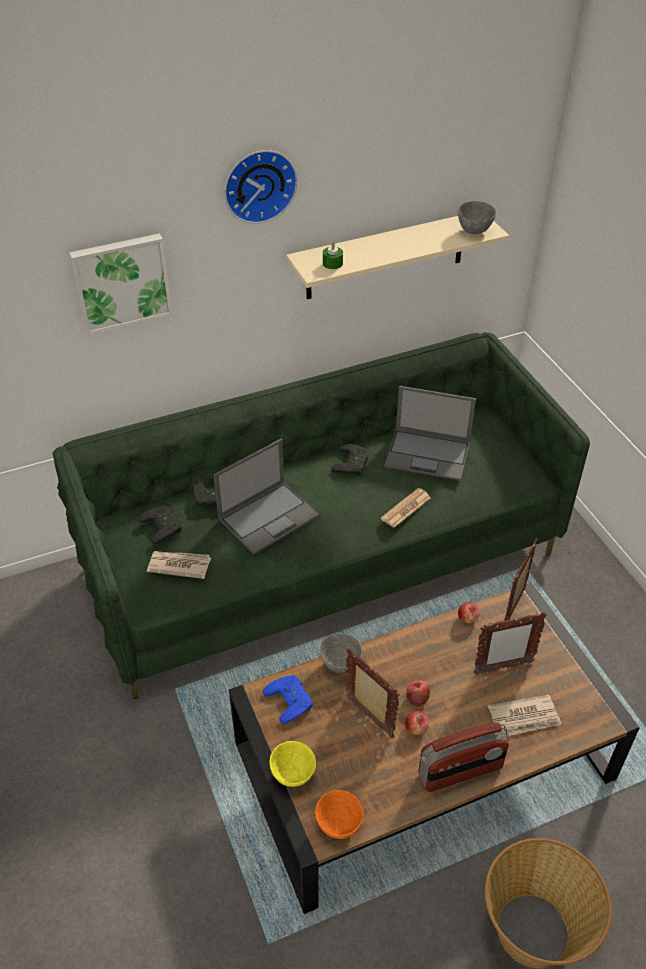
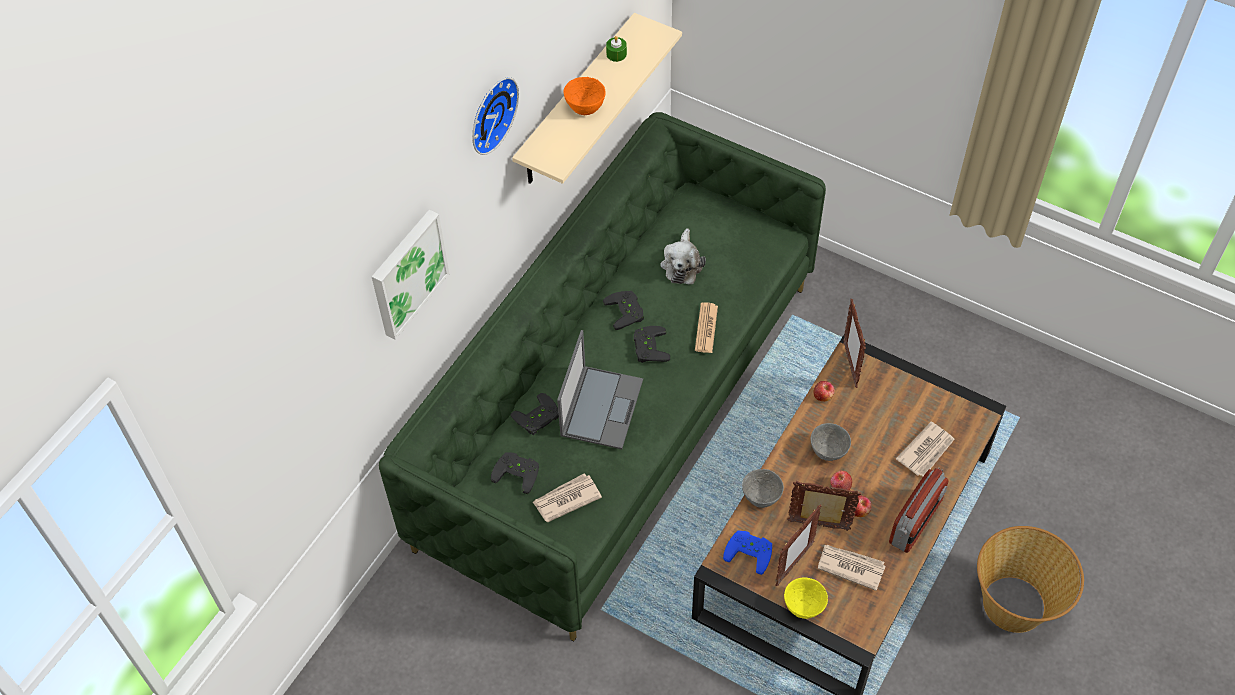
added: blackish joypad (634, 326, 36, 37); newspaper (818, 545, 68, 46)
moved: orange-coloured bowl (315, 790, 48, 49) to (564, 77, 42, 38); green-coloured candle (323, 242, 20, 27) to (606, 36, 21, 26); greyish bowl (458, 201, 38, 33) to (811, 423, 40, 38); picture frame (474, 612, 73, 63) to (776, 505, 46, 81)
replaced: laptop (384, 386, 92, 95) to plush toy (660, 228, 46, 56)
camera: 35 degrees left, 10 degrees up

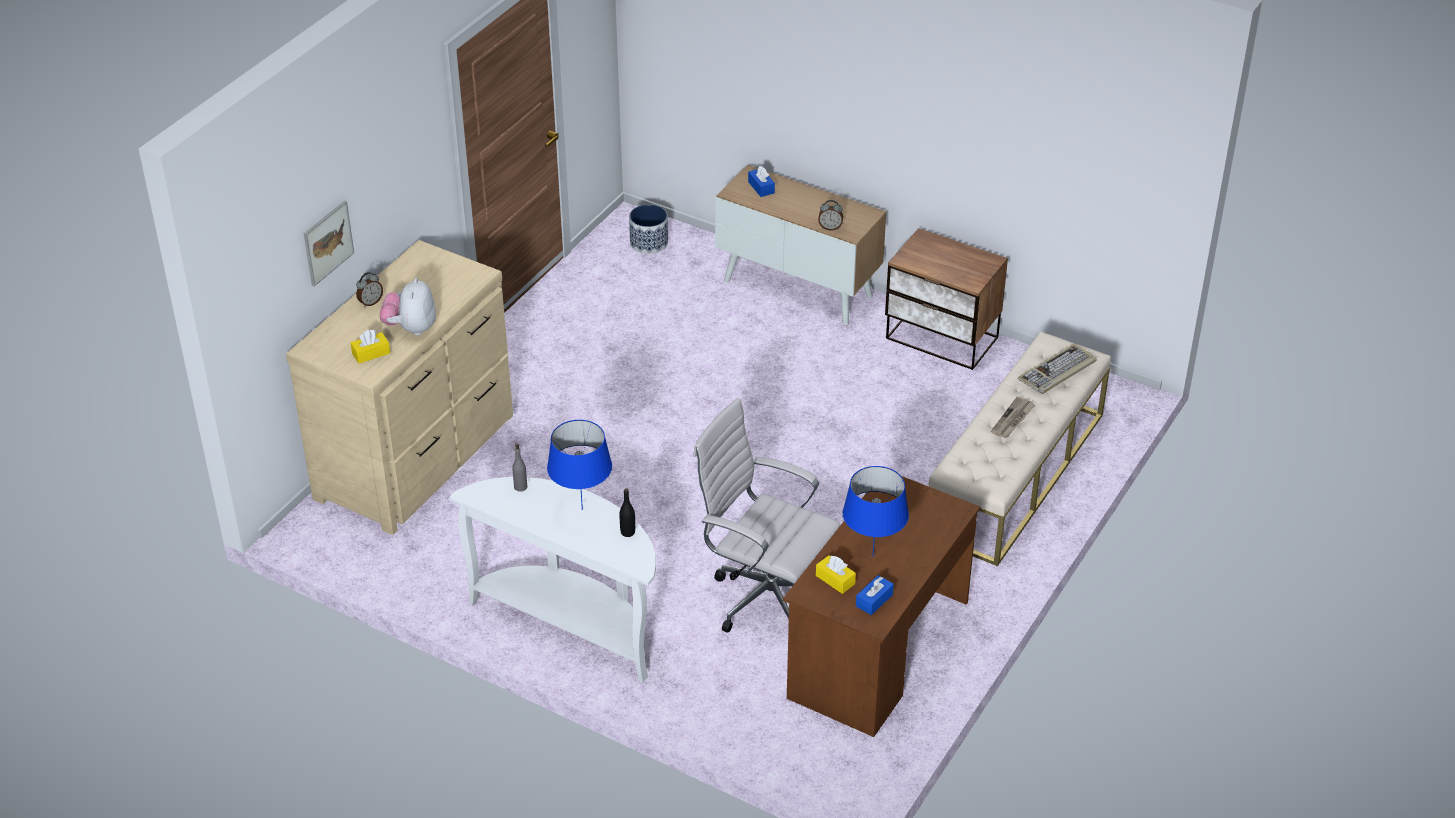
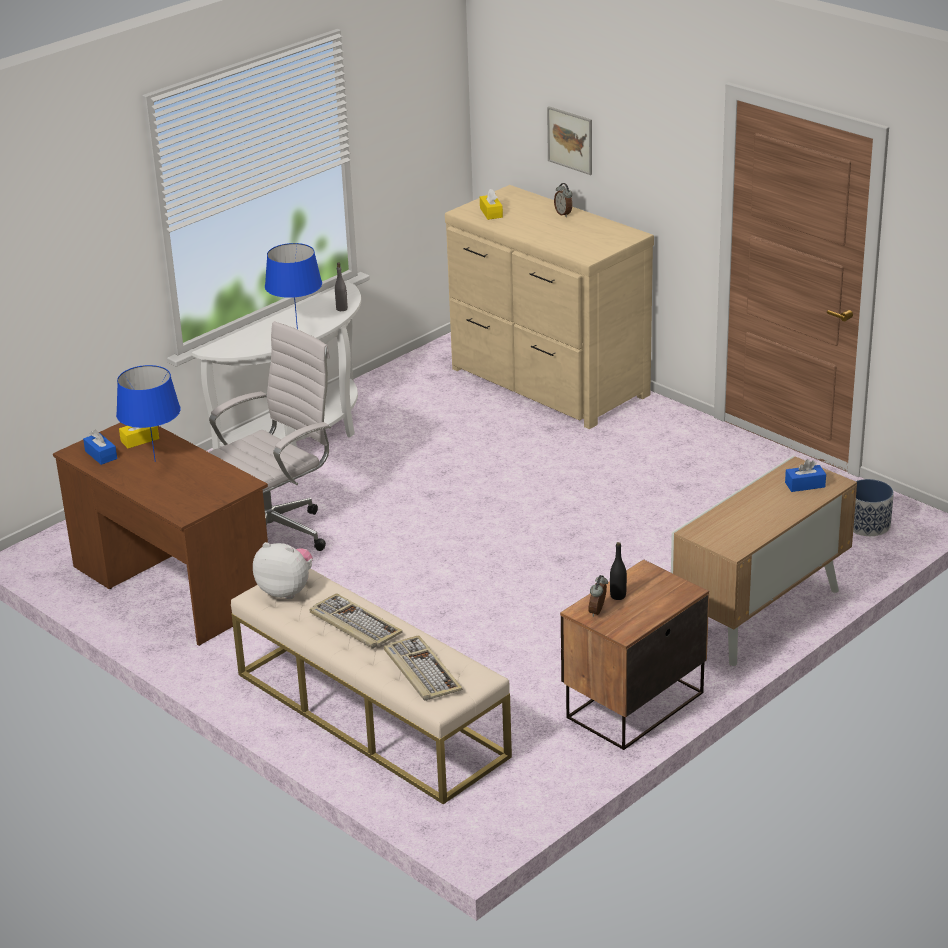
moved: plush toy (379, 278, 57, 57) to (253, 542, 60, 57); blackish bottle (619, 488, 16, 49) to (610, 542, 17, 58); alarm clock (818, 200, 25, 31) to (588, 575, 20, 42)
replaced: newspaper (991, 396, 44, 42) to keyboard (309, 593, 94, 56)
camera: 105 degrees right, 10 degrees down

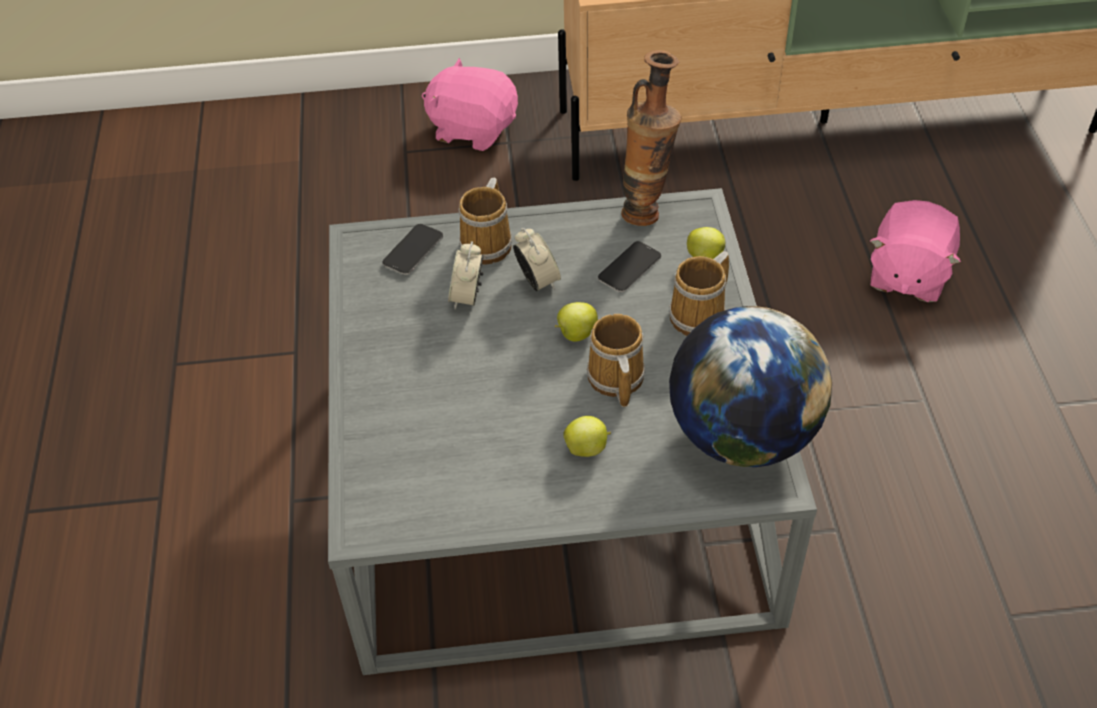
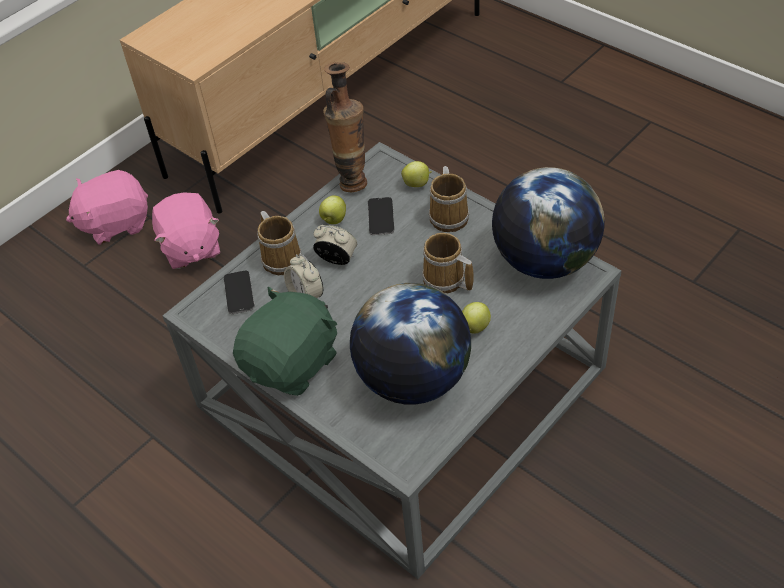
added: green-coloured plush toy (233, 287, 104, 109); world globe (350, 283, 121, 122)
moved: apple fruit (555, 302, 43, 40) to (319, 195, 27, 29); pinkish plush toy (870, 200, 91, 102) to (152, 192, 68, 77)
camera: 40 degrees left, 0 degrees up

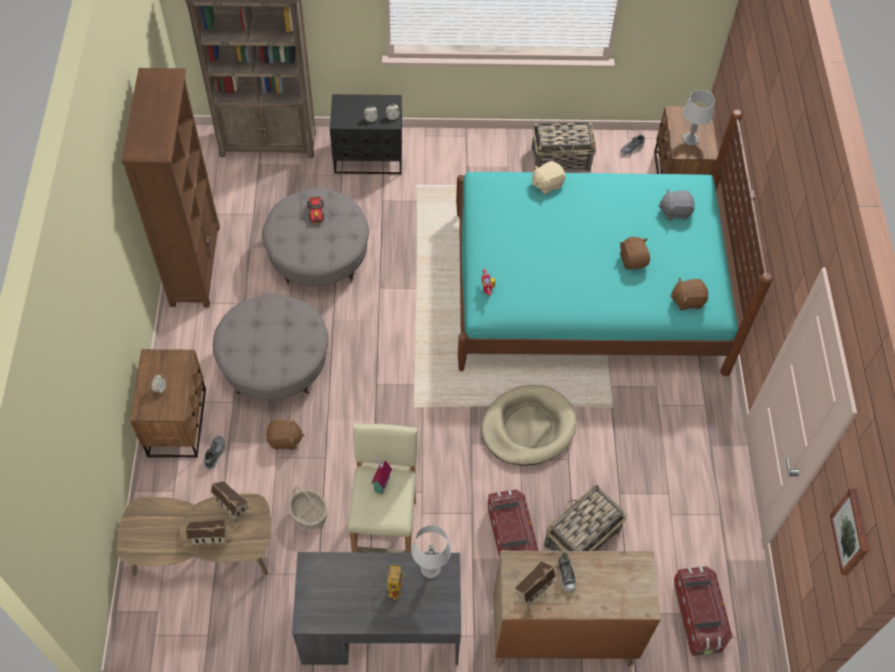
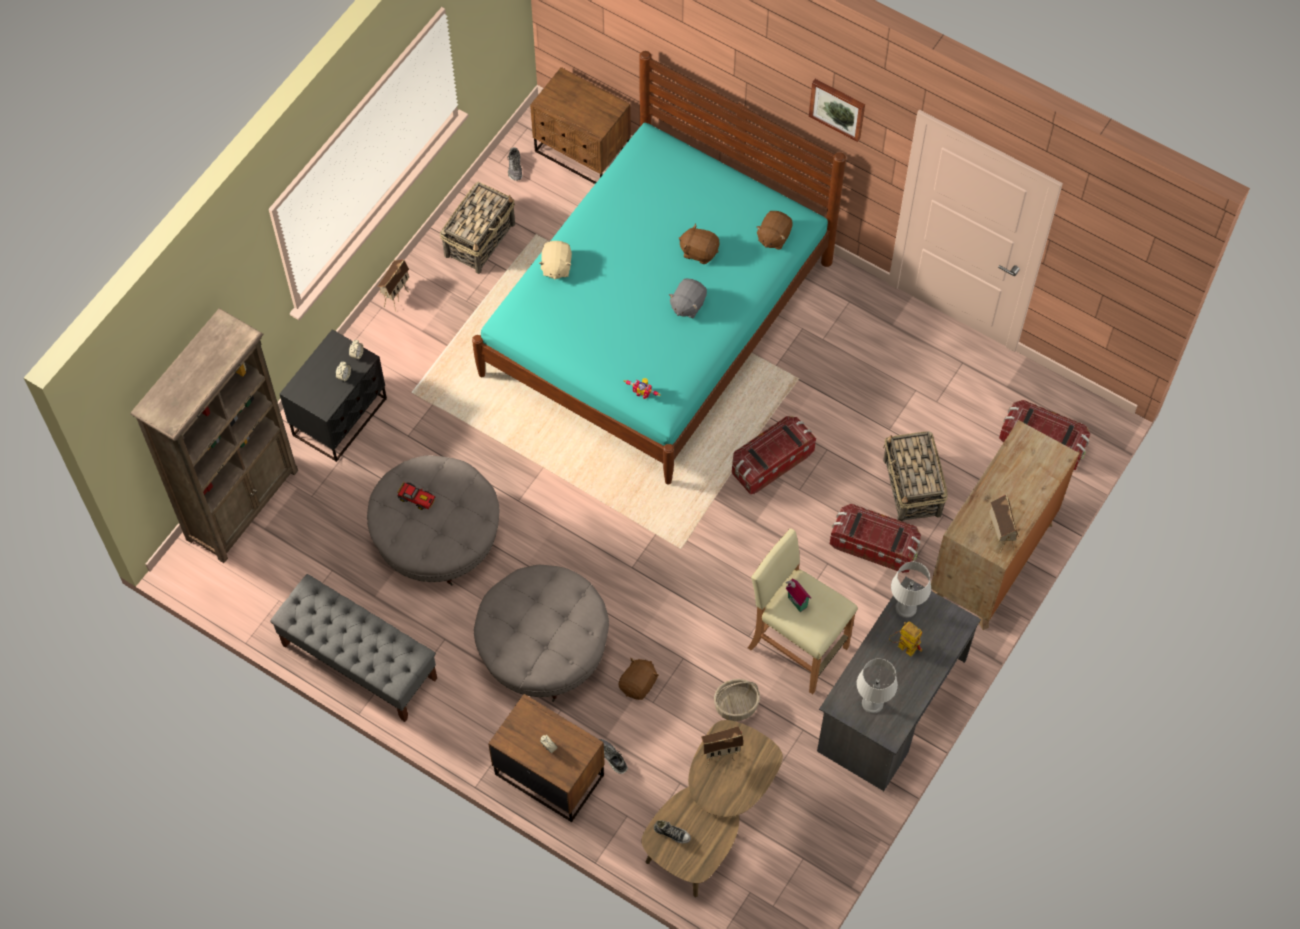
moved: miniature house (186, 519, 41, 33) to (377, 260, 32, 52); low shoe (558, 552, 18, 40) to (654, 820, 37, 24); greyish plush toy (658, 189, 37, 31) to (669, 278, 38, 40); greyish lamp for a table (683, 90, 32, 56) to (857, 658, 41, 56); wall art (830, 489, 39, 86) to (809, 79, 56, 63)
replaced: brown-coloured bookshelf (121, 68, 99, 239) to greyish long seat (270, 574, 167, 148); sand-coloured pet bed (481, 385, 96, 81) to storage container (732, 416, 84, 78)
camera: 55 degrees left, 5 degrees up

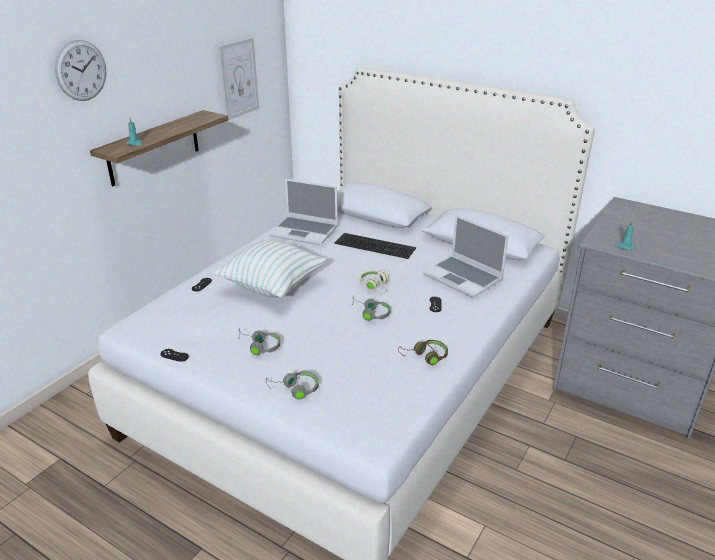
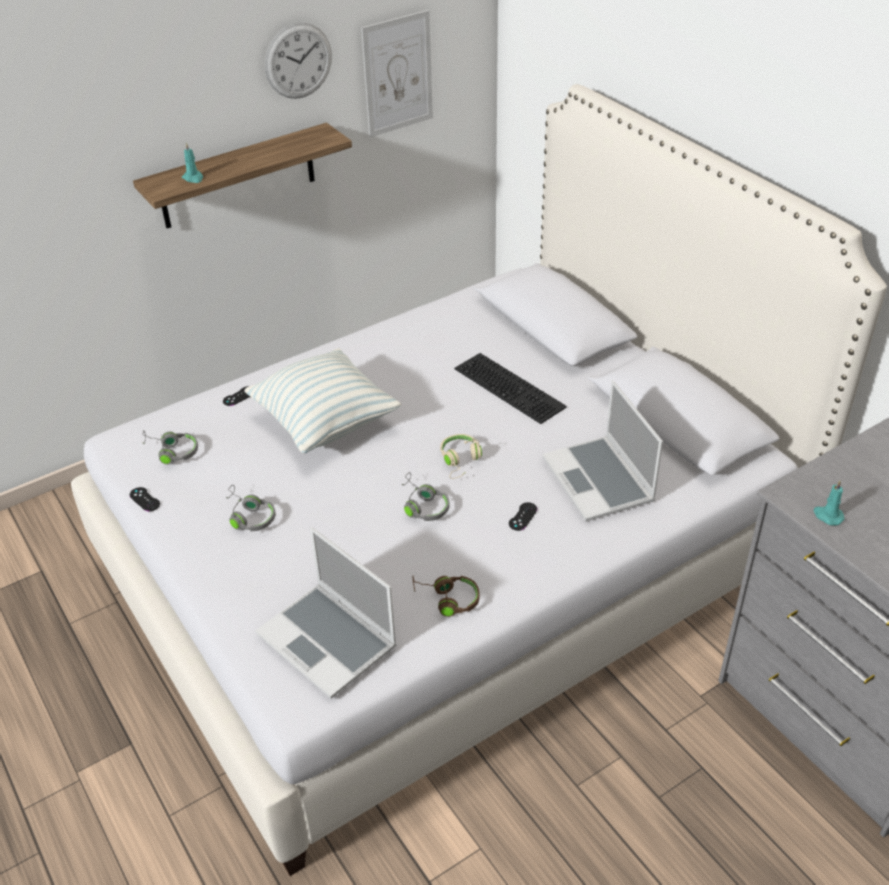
moved: wall clock (55, 40, 51, 61) to (265, 23, 67, 76); greyish headphones (266, 371, 53, 29) to (142, 430, 56, 34); laptop (269, 179, 69, 66) to (255, 527, 142, 172)
camera: 25 degrees right, 10 degrees up

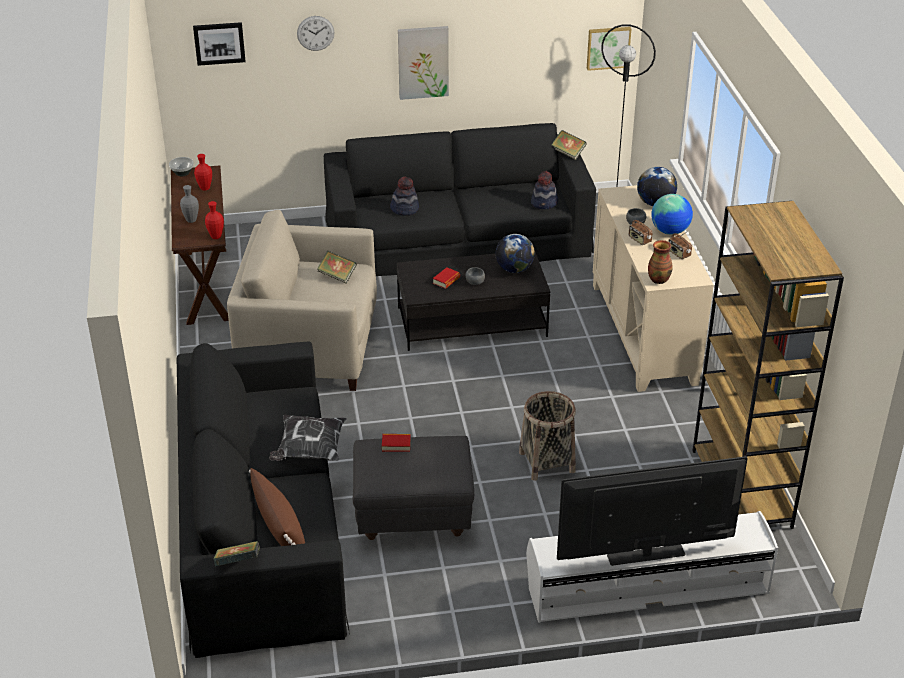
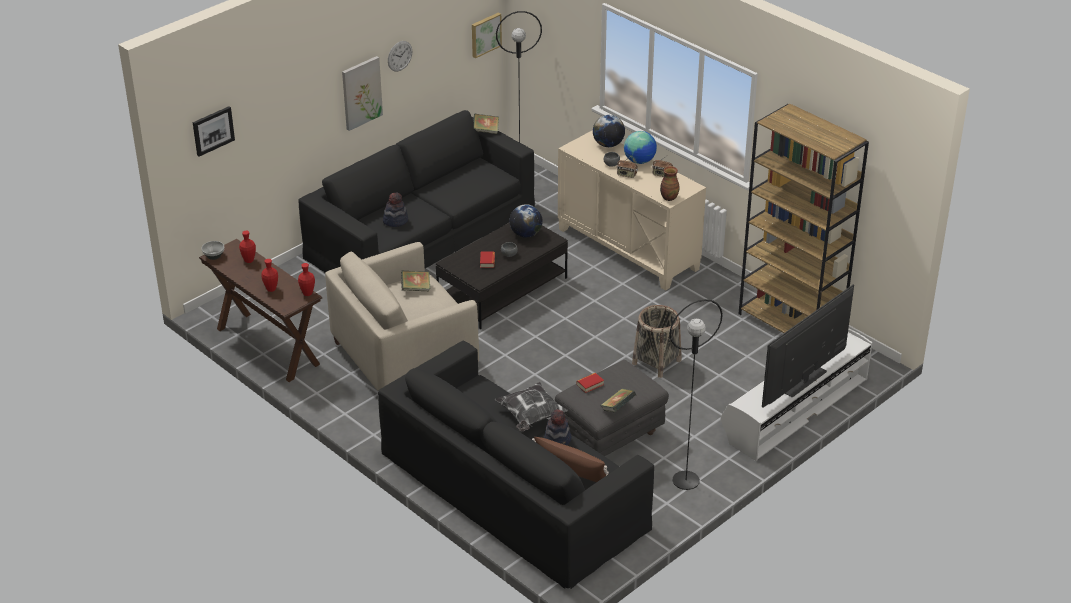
added: blackish floor lamp (670, 299, 53, 191)
moved: volume (214, 541, 46, 26) to (601, 389, 35, 24); wall clock (297, 16, 37, 35) to (388, 41, 24, 30); wearable hat (531, 171, 27, 38) to (544, 409, 27, 36)
recoloured: greyish flower vase (180, 185, 19, 38) to red flower vase (261, 259, 17, 33)
camera: 35 degrees left, 0 degrees up

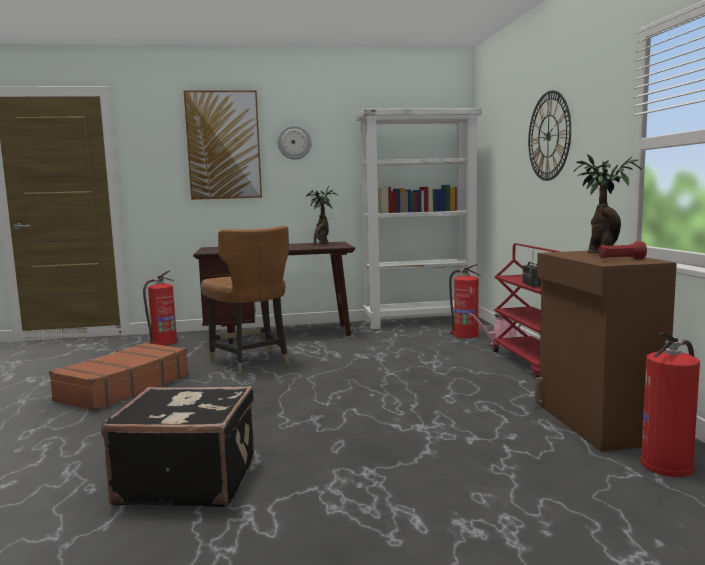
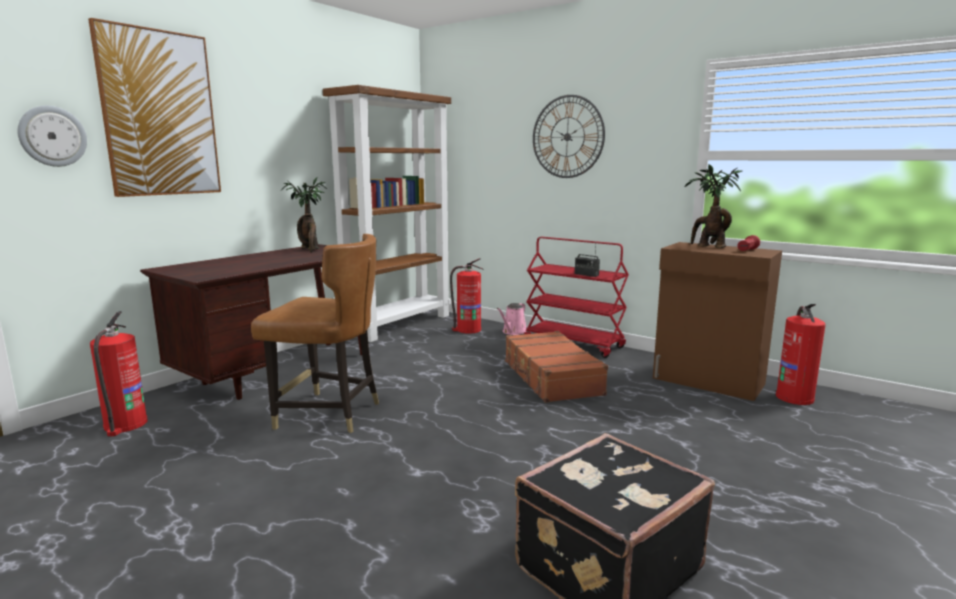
moved: brown-coloured suitcase (49, 342, 140, 69) to (504, 331, 104, 72); wall clock (278, 125, 34, 35) to (17, 106, 70, 61)
recoloured: white bookshelf (357, 108, 125, 221) to brown-coloured bookshelf (323, 85, 128, 257)
camera: 45 degrees left, 5 degrees up

